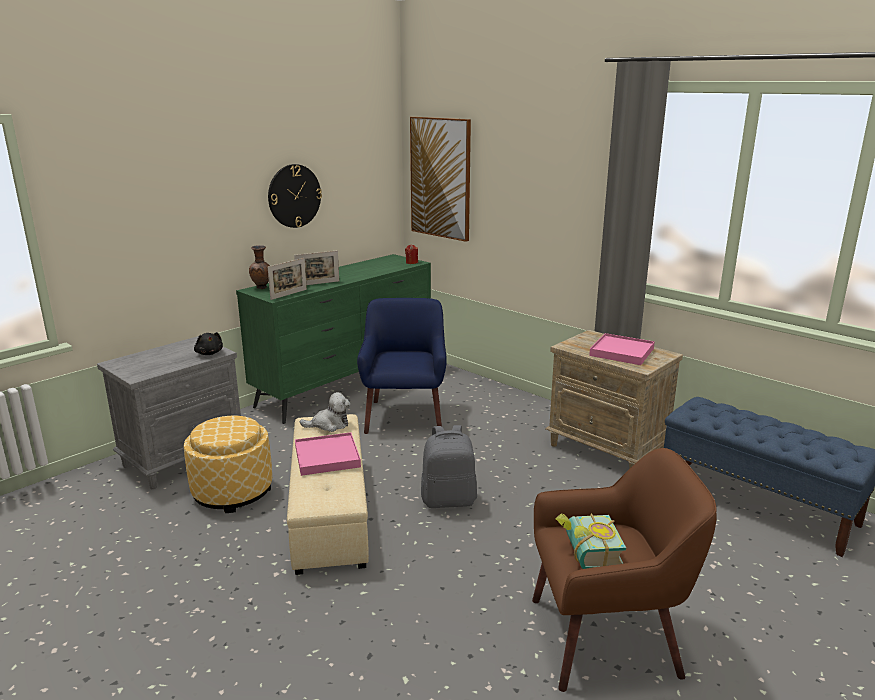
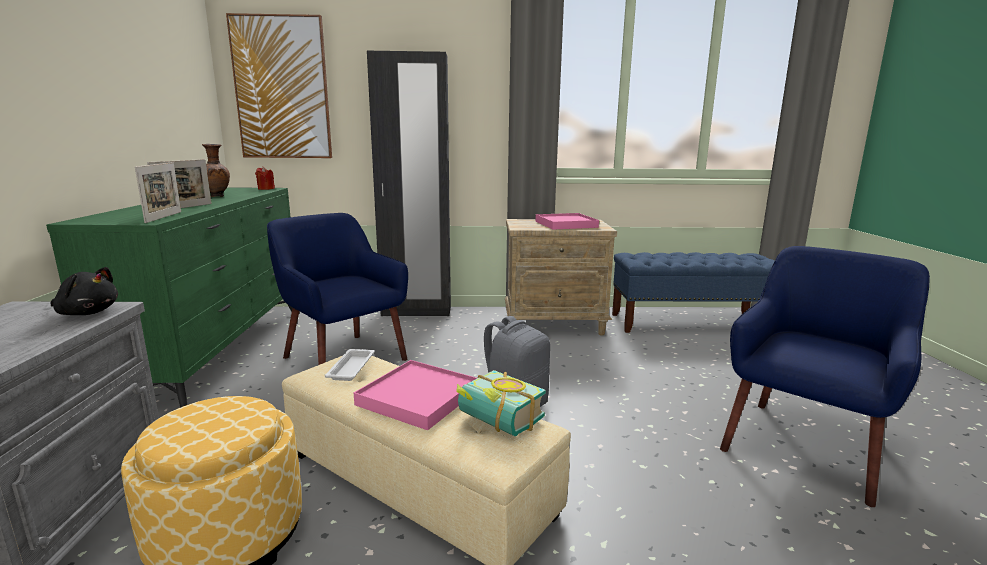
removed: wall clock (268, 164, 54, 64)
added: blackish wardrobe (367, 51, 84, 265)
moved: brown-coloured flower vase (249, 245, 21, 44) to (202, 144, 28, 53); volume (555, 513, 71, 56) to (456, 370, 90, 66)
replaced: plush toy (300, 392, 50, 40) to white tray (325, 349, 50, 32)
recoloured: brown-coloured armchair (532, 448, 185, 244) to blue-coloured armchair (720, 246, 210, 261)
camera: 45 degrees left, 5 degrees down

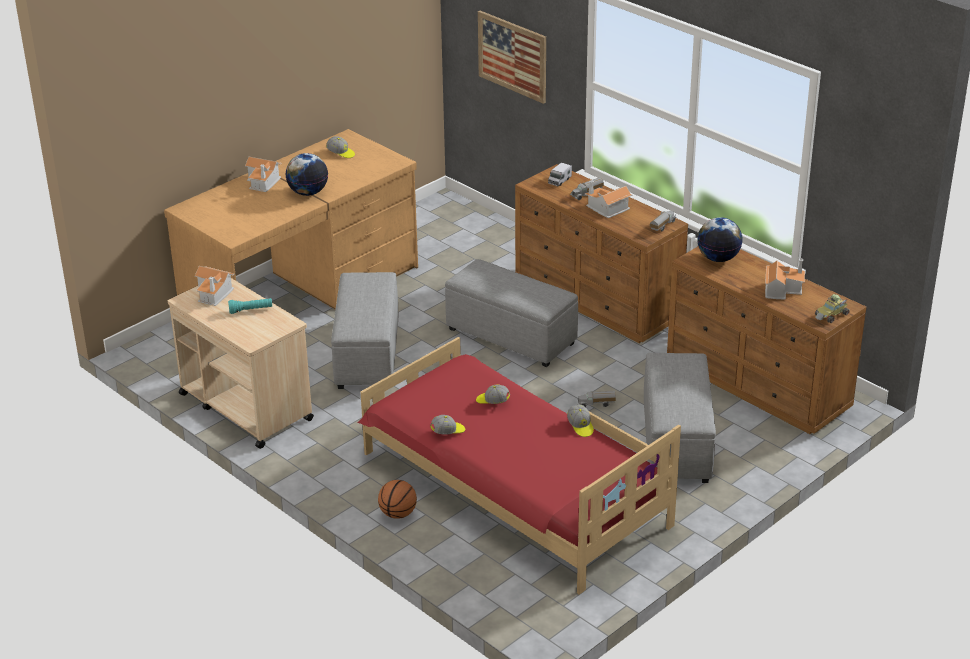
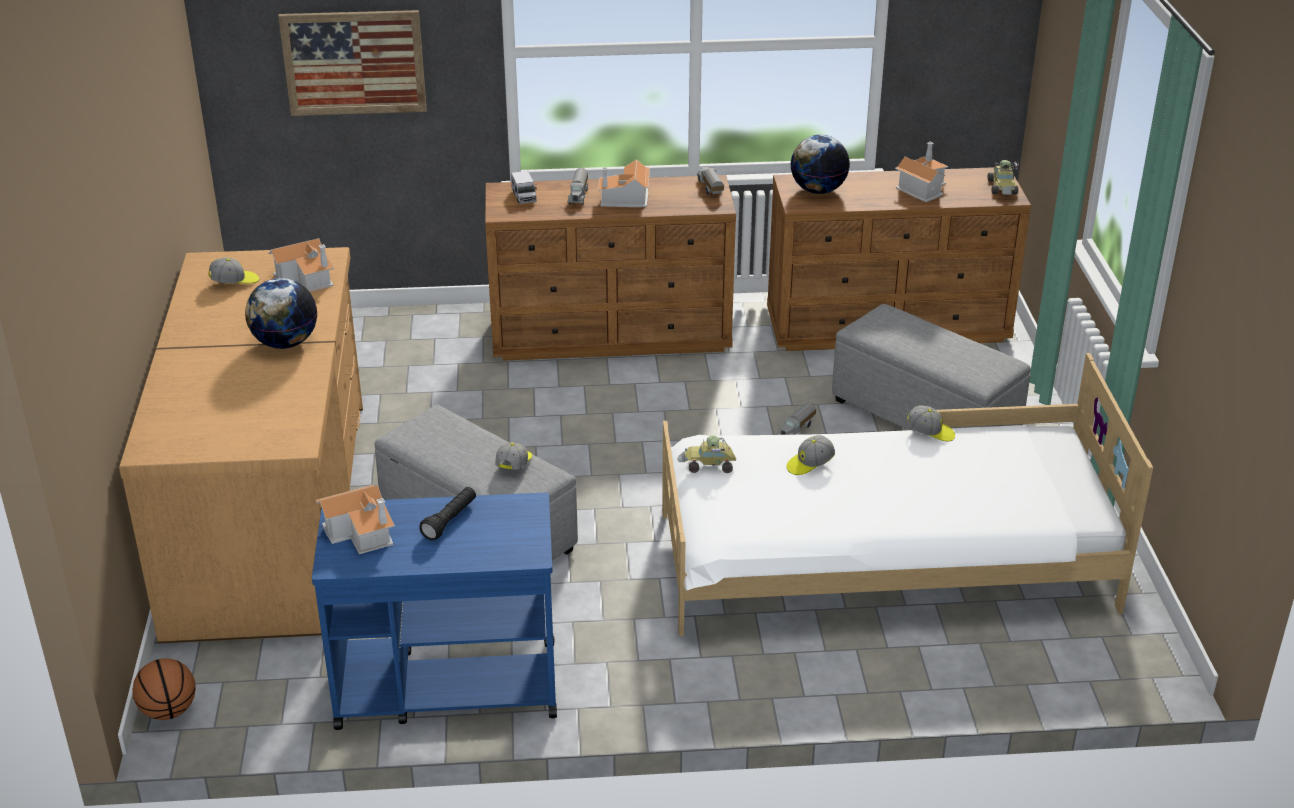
removed: greyish pouffe (445, 259, 133, 108)
added: toy car (677, 435, 59, 38)
moved: miniature house (245, 157, 37, 35) to (268, 238, 66, 54); basketball (378, 480, 39, 39) to (132, 658, 64, 62); cap (430, 415, 35, 20) to (495, 442, 37, 28)
recoloured: sand-coloured trolley (168, 278, 146, 171) to blue-coloured trolley (312, 492, 245, 238); turquoise torch (228, 298, 44, 16) to blackish torch (419, 487, 57, 53); red bed (358, 337, 323, 258) to white bed (662, 353, 491, 283)
camera: 50 degrees left, 0 degrees up

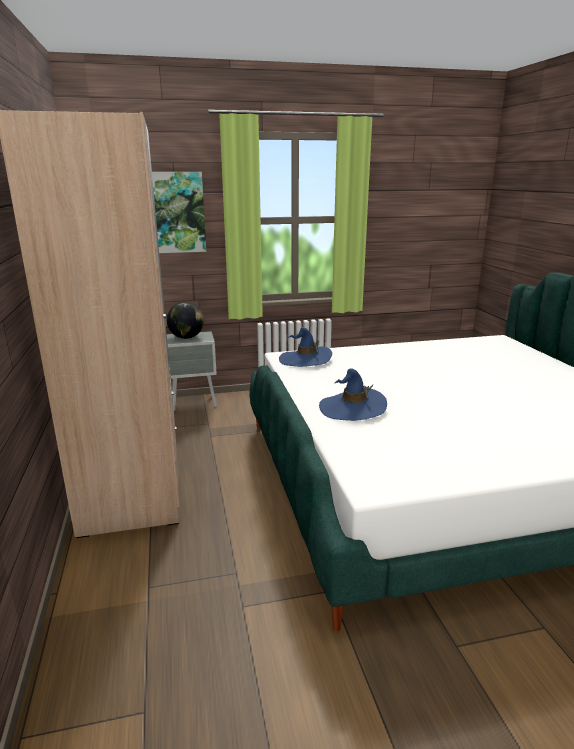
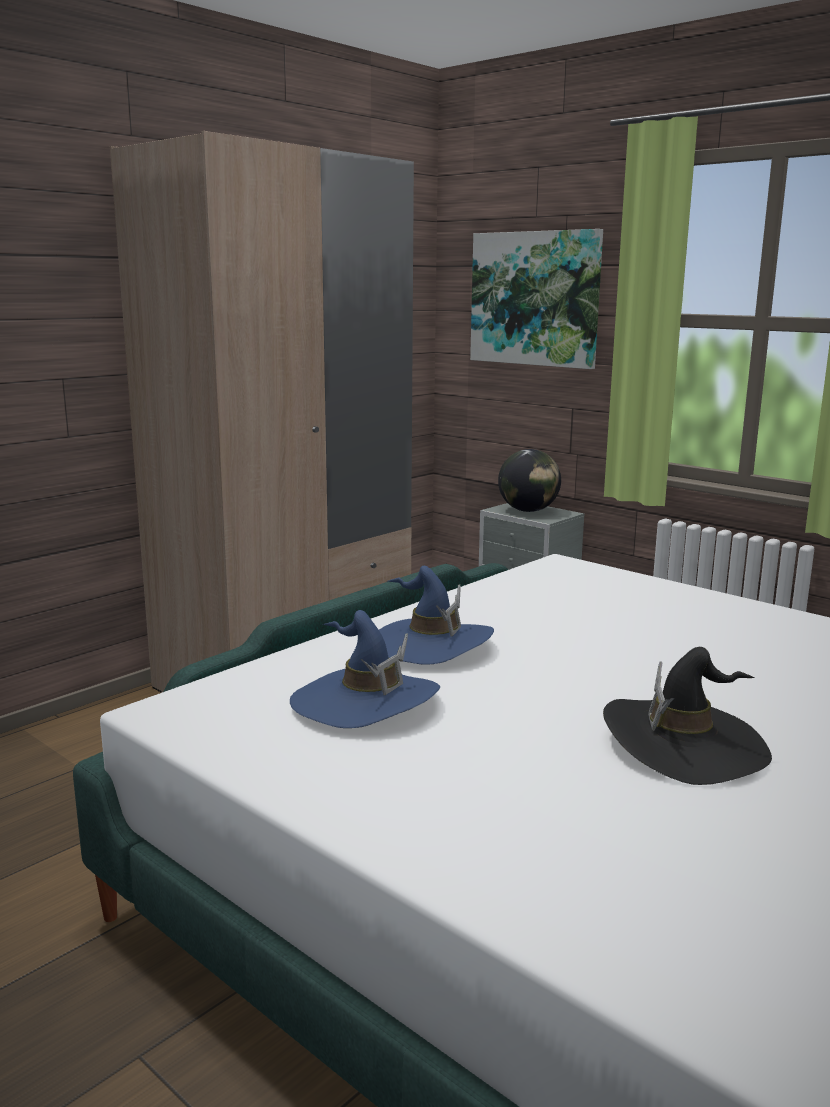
added: blackish wearable hat (603, 647, 169, 138)
moved: blue-coloured wearable hat (279, 327, 53, 40) to (290, 610, 150, 118)
camera: 55 degrees right, 5 degrees down

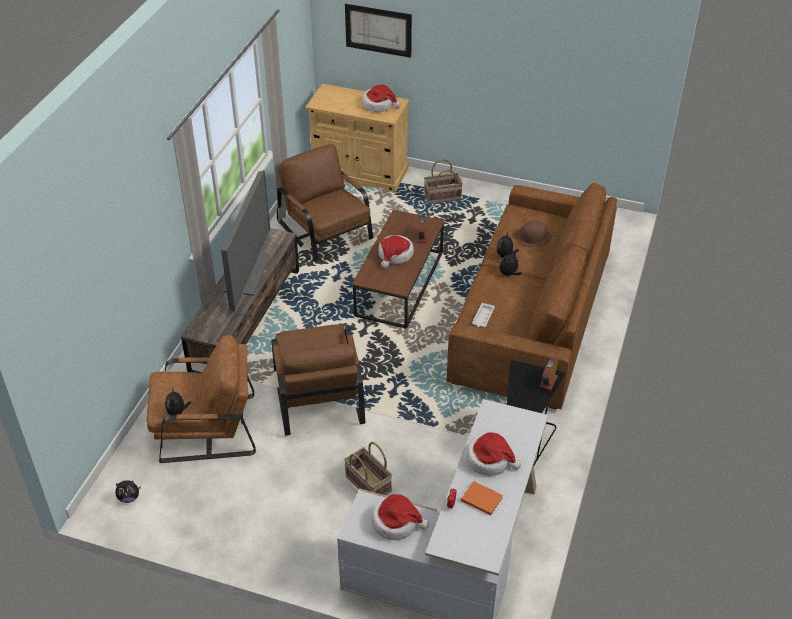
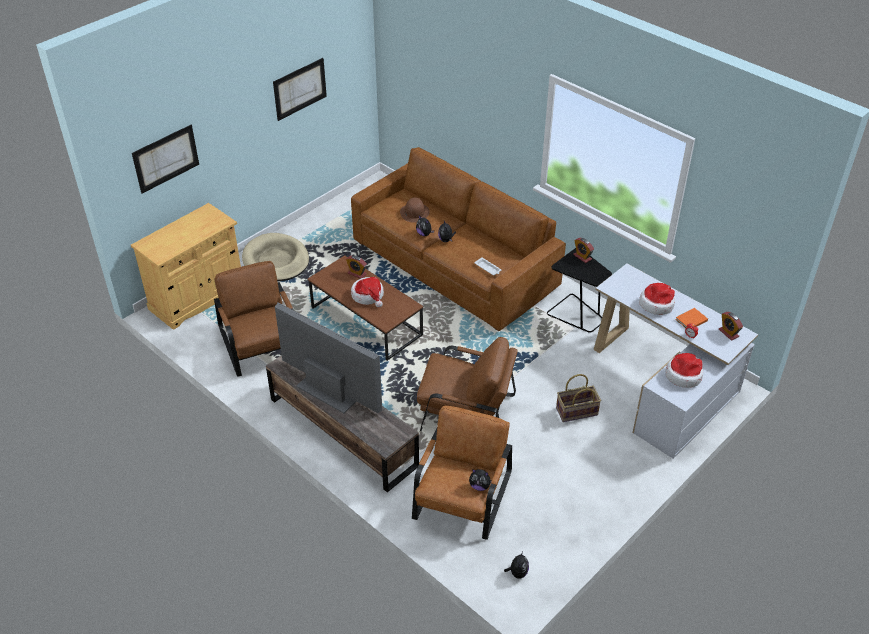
removed: wearable hat (362, 84, 39, 28)
added: wall art (273, 58, 54, 63); alarm clock (719, 312, 24, 29)
replaced: household basket (424, 159, 39, 45) to sand-coloured pet bed (242, 233, 67, 48)
turned: brown-coloured armchair (277, 144, 96, 118) = (214, 261, 79, 116) 75 degrees clockwise
camera: 65 degrees left, 0 degrees up

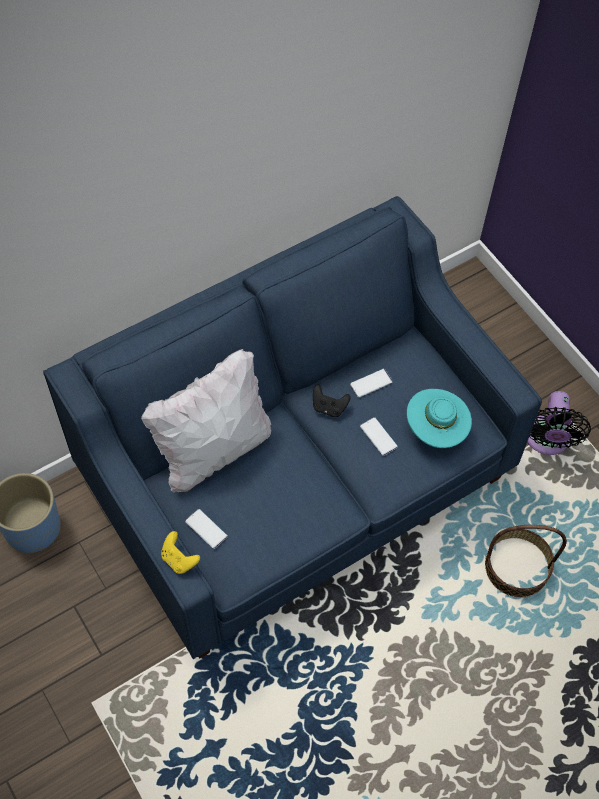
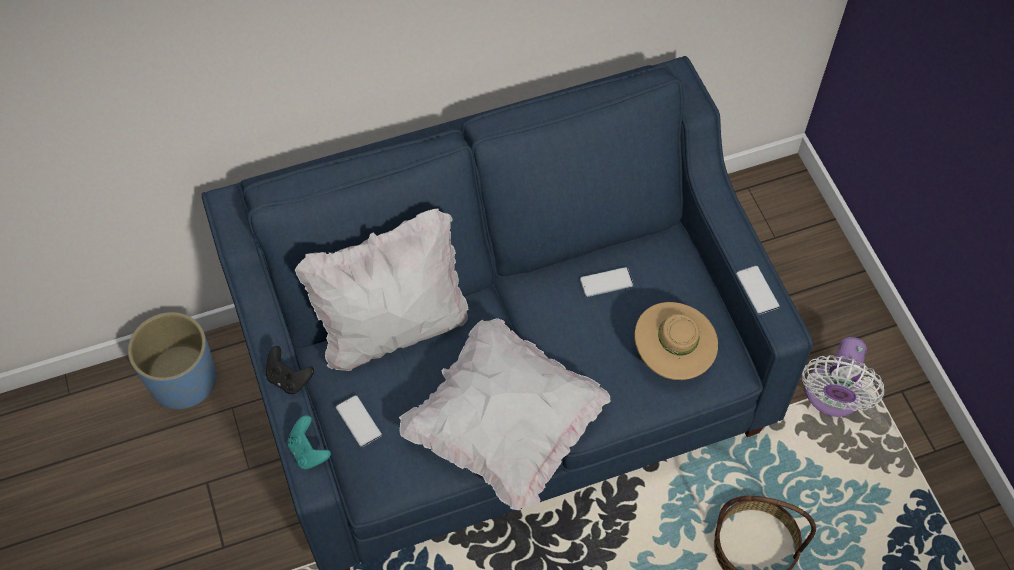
added: white pillow (399, 318, 212, 192)
moved: blackish joypad (313, 384, 37, 33) to (266, 346, 48, 48); phone (360, 417, 38, 39) to (736, 266, 44, 49)
recoloured: yellow-coloured joypad (161, 531, 39, 43) to turquoise joypad (288, 415, 43, 54); turquoise wearable hat (406, 389, 66, 59) to sand-coloured wearable hat (634, 302, 84, 78); blackish cooling fan (527, 391, 64, 64) to white cooling fan (802, 337, 82, 80)
camera: 15 degrees right, 0 degrees up

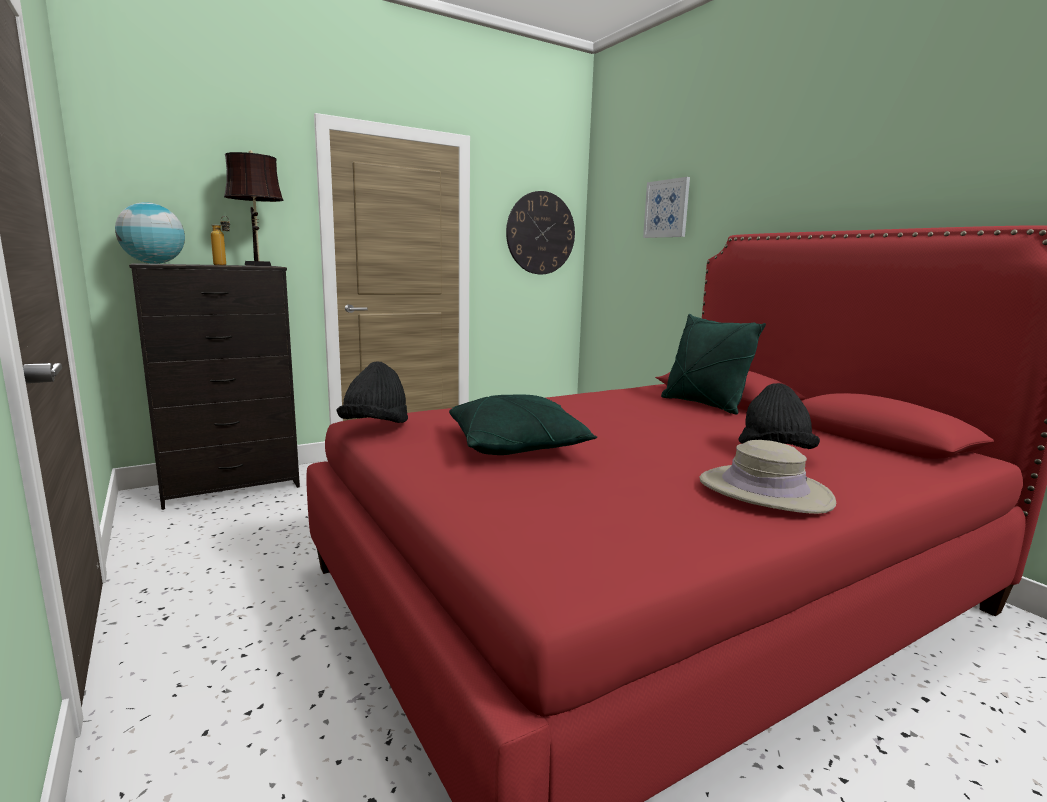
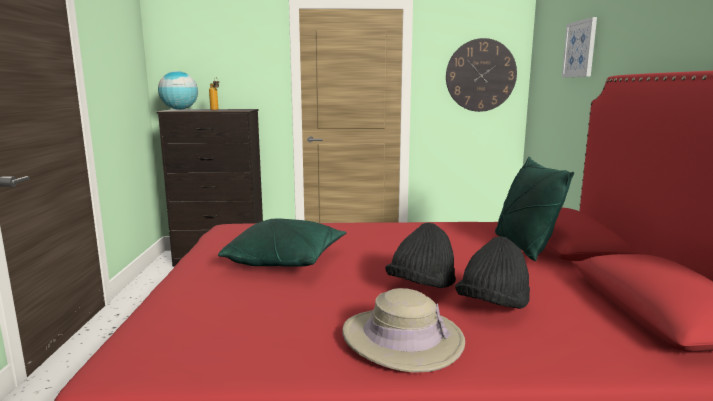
removed: brown-coloured lamp for a table (224, 150, 60, 116)
moved: blackish wearable hat (337, 361, 71, 62) to (385, 223, 71, 65)
camera: 30 degrees right, 0 degrees up

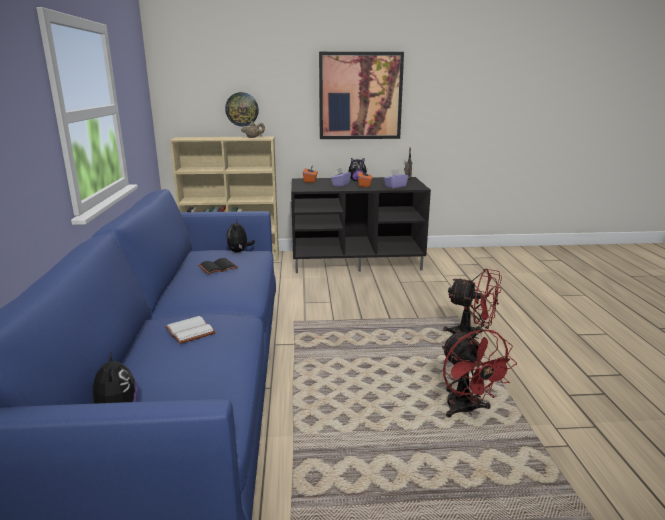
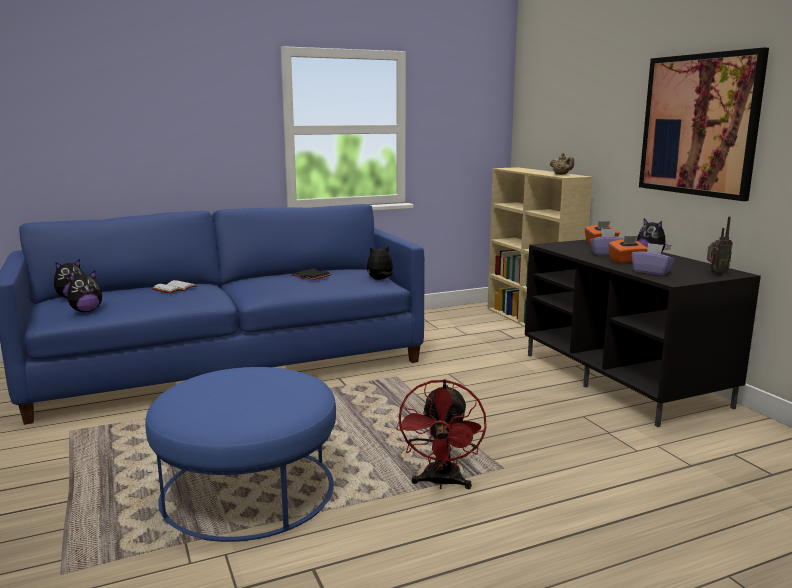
removed: wall clock (225, 92, 34, 35)
added: plush toy (68, 271, 34, 41)
replaced: red cooling fan (442, 329, 75, 89) to blue-coloured pouffe (145, 367, 191, 175)
camera: 70 degrees right, 5 degrees down

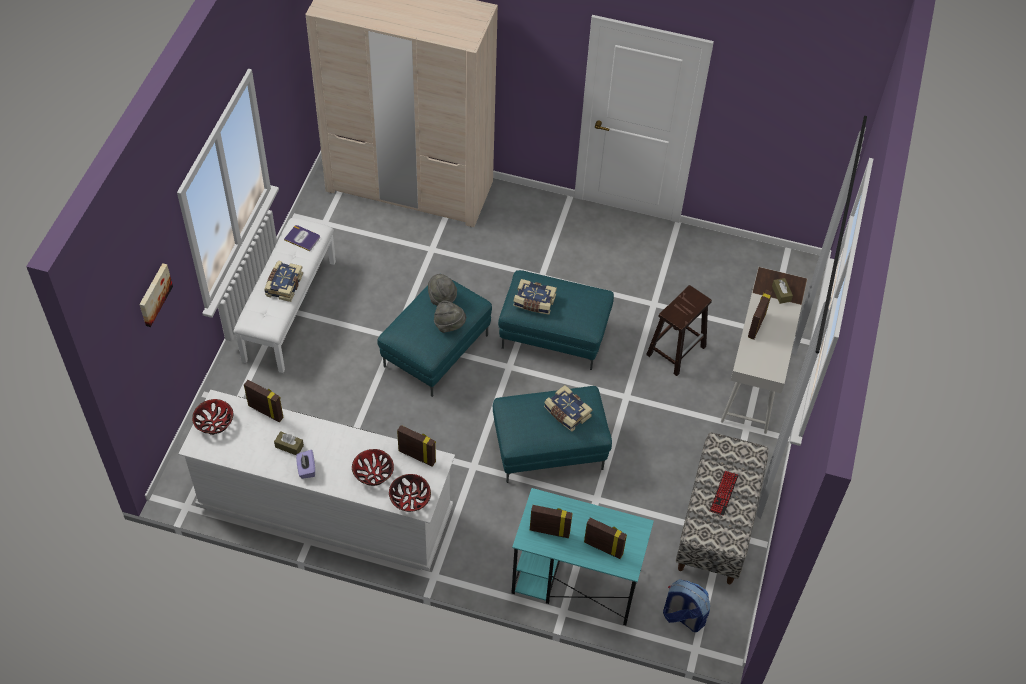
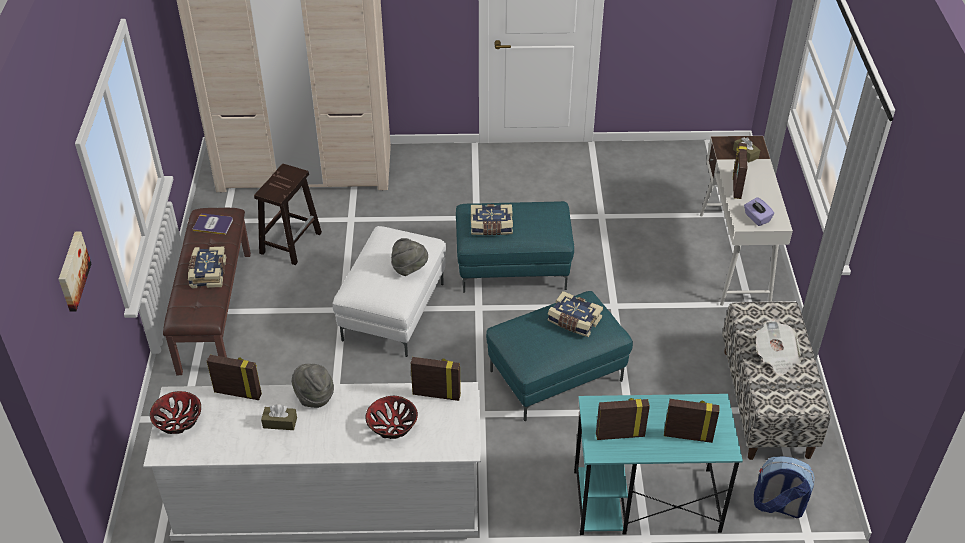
removed: bowl (389, 474, 42, 38)
moved: purple box of tissues (296, 450, 19, 29) to (744, 197, 30, 29); greyish wearable hat (428, 274, 29, 32) to (291, 364, 43, 44); brown-coloured stool seat (646, 285, 66, 91) to (254, 164, 68, 101)
replaced: keyboard (710, 471, 29, 45) to newspaper (756, 320, 45, 56)
recoloured: white long seat (234, 218, 102, 155) to brown-coloured long seat (163, 208, 88, 167); turquoise pouffe (377, 279, 115, 118) to white pouffe (333, 226, 113, 131)
camera: 15 degrees left, 10 degrees down

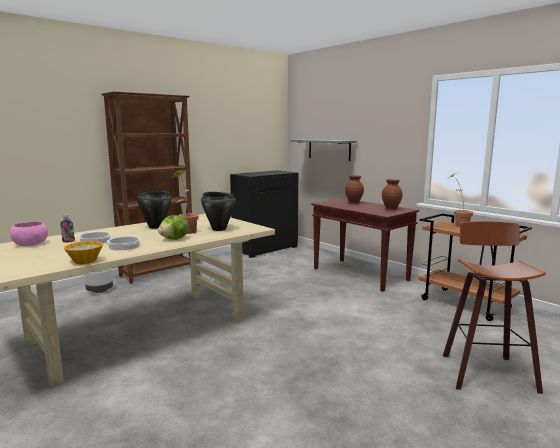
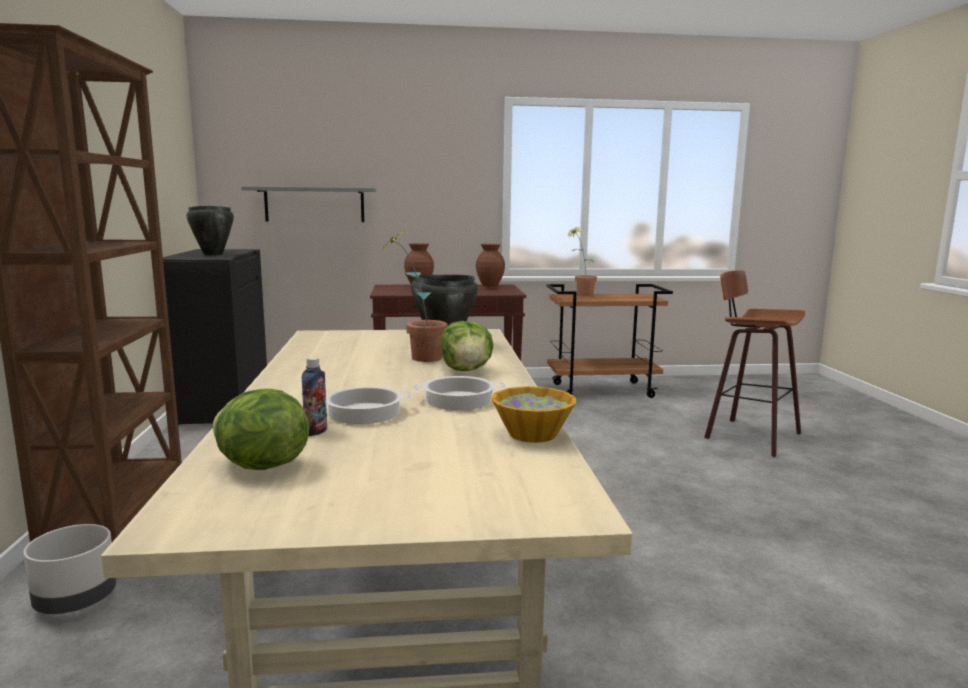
moved: blackish stockpot (137, 191, 34, 38) to (186, 206, 48, 50)
replaced: pinkish bowl (10, 221, 38, 25) to lettuce (213, 388, 96, 82)
camera: 55 degrees left, 0 degrees up

